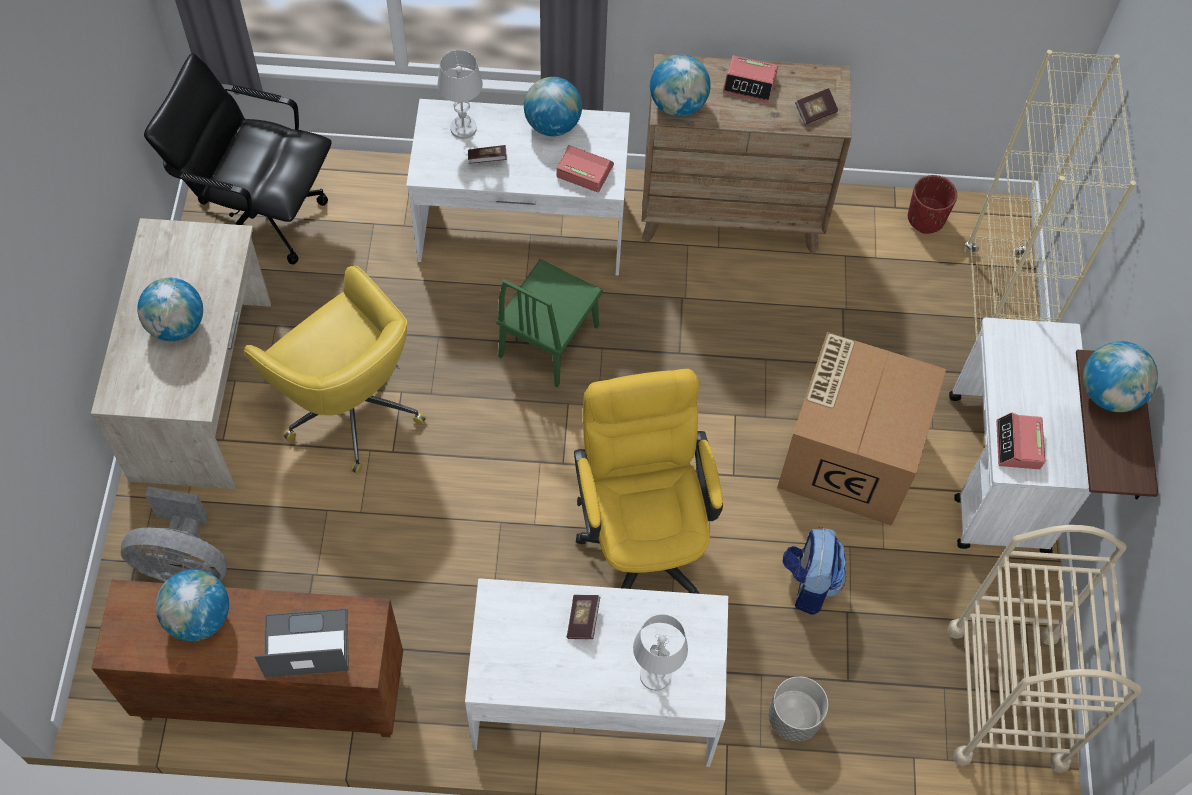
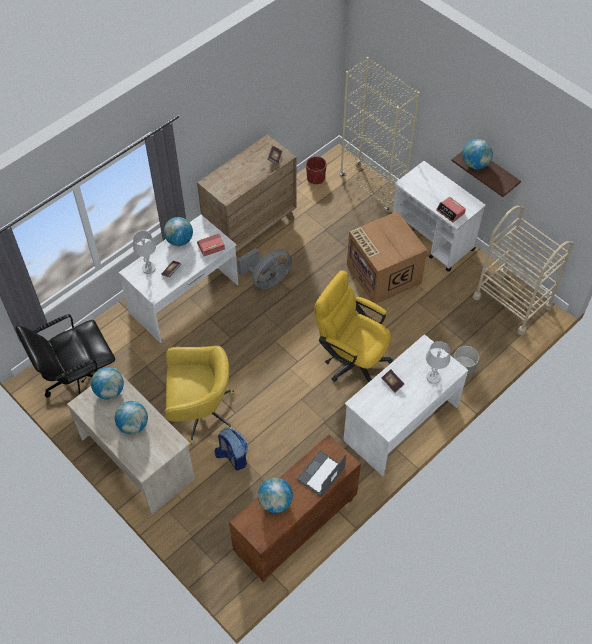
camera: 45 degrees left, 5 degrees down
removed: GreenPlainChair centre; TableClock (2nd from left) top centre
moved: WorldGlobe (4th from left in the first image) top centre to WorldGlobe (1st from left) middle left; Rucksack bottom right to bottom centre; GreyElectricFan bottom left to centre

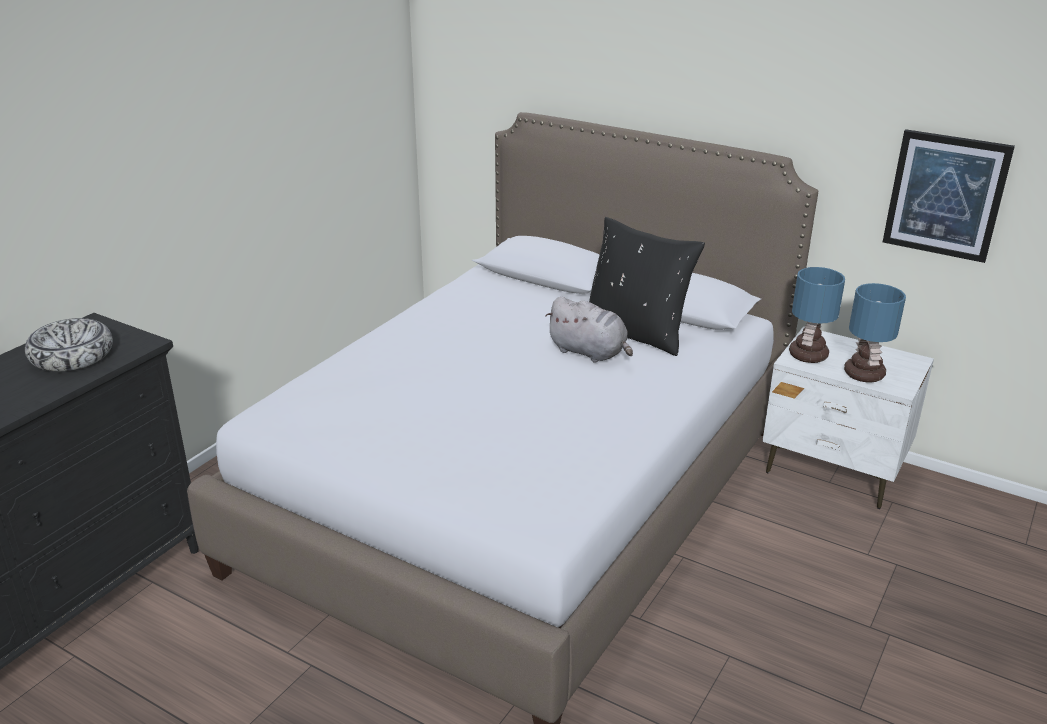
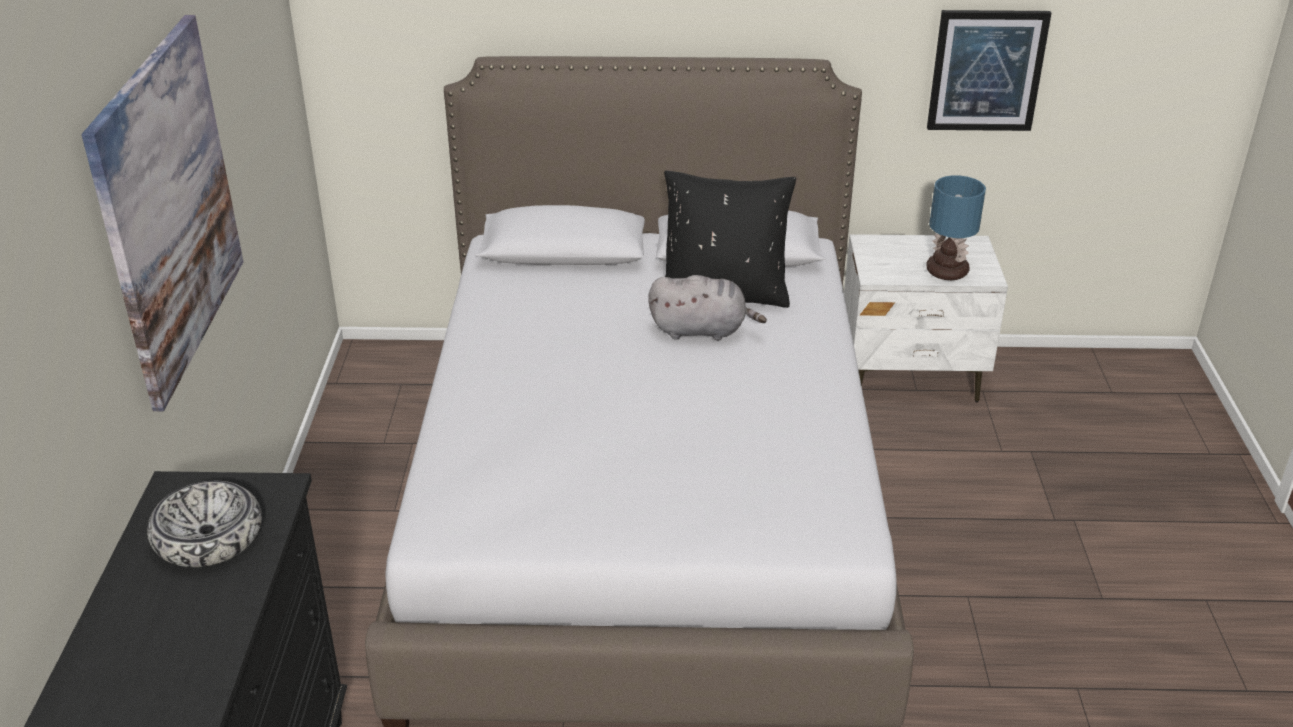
camera: 30 degrees left, 5 degrees up
removed: TabletopLamp (1st from left) middle right
added: Picture (1st from left) top left

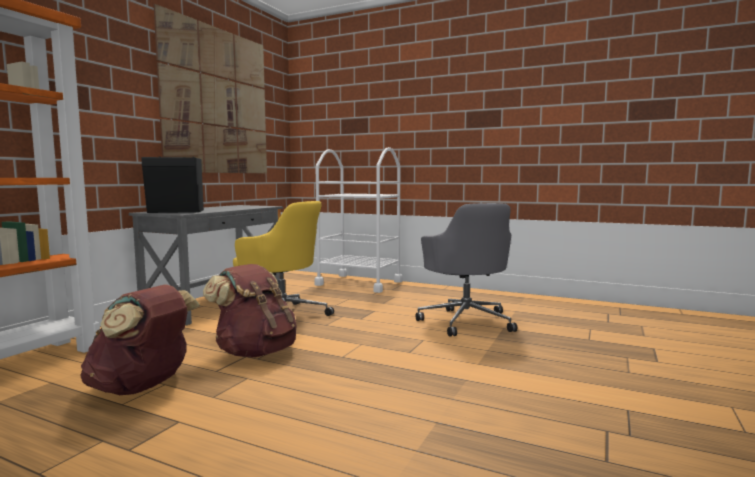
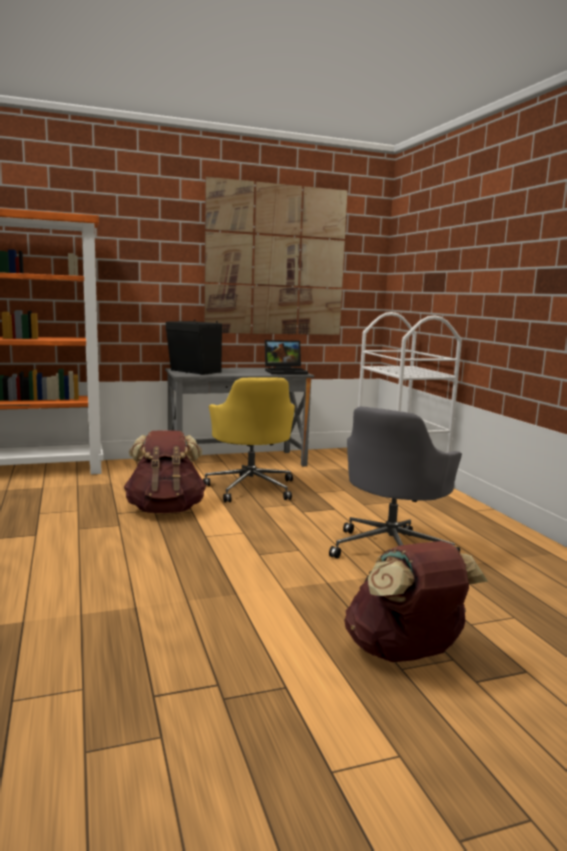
camera: 45 degrees right, 5 degrees up
added: Laptop centre
moved: BrownColouredRucksack (1st from left in the first image) bottom left to BrownColouredRucksack (2nd from left) bottom right

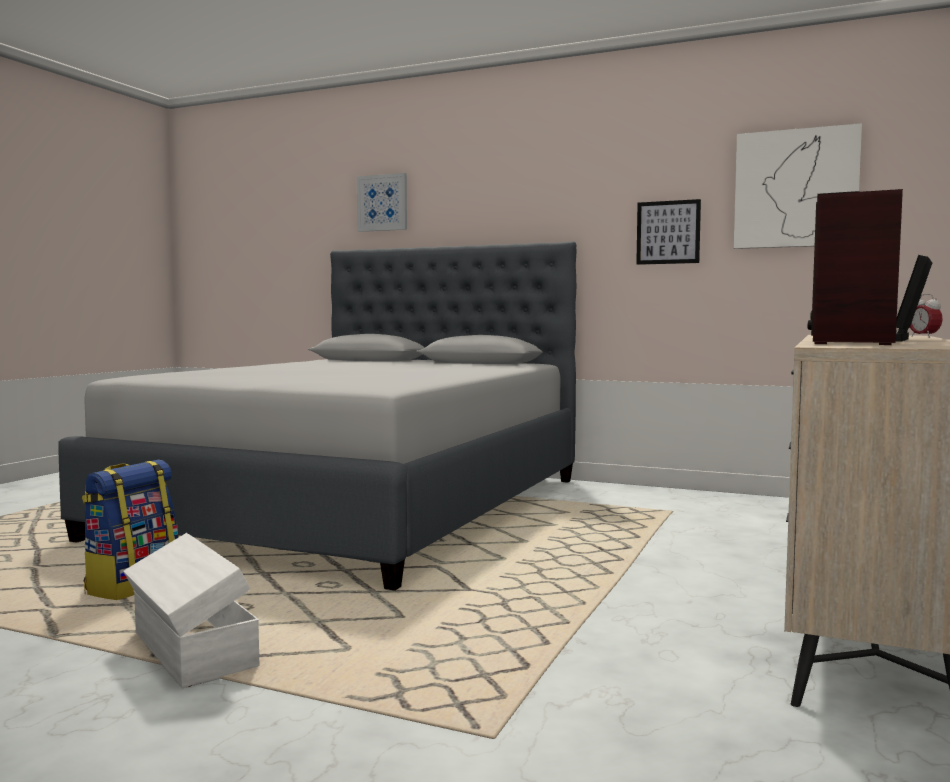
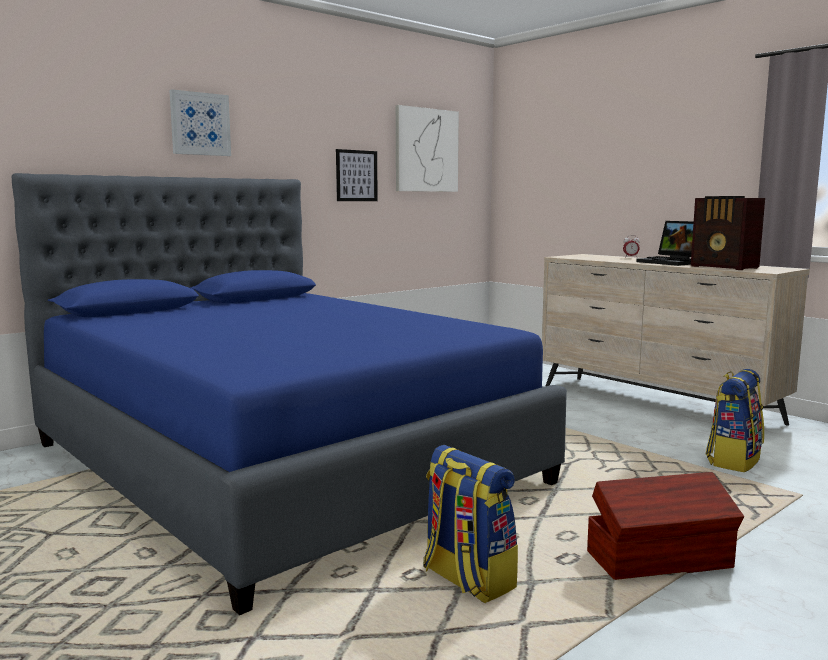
camera: 65 degrees left, 5 degrees up
added: Rucksack (2nd from left) middle right
moved: Picture (1st from left) top centre to top left
recoloured: GreyBedroomBed centre to BluishBedroomBed centre; WhitishStorageContainer bottom left to BrownColouredStorageContainer bottom right

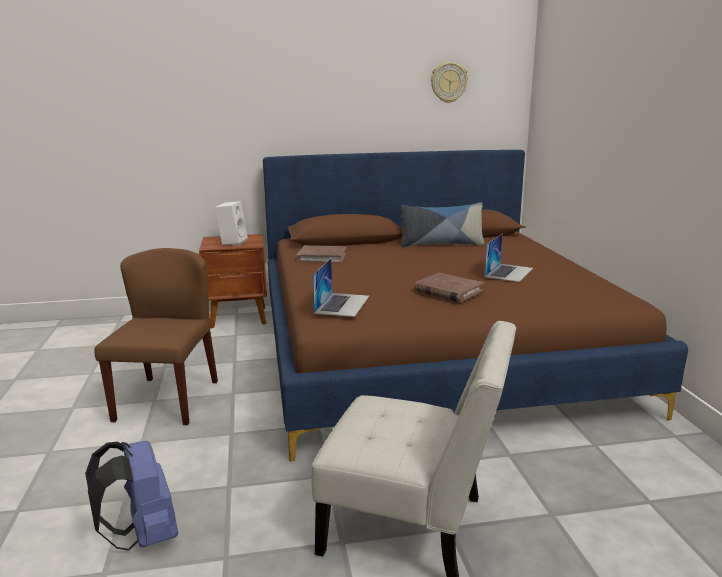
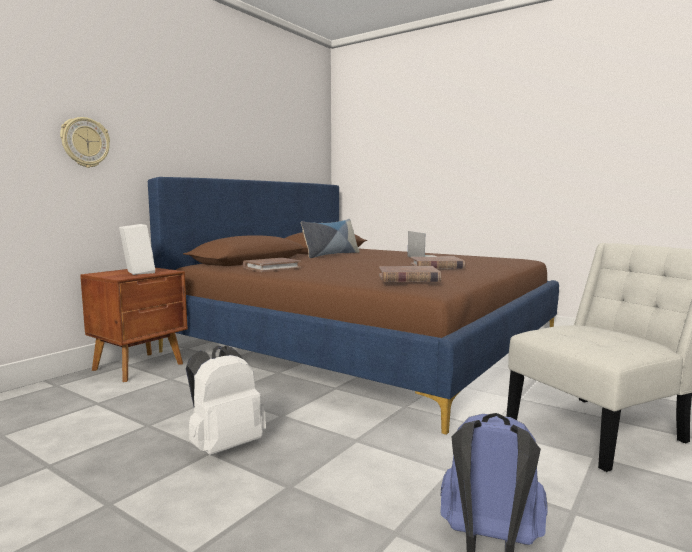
camera: 45 degrees left, 10 degrees down
moved: WallClock top centre to top left
replaced: BrownColouredPlainChair middle left to WhitishRucksack bottom left; Laptop (1st from left) centre to BrownColouredBook (2nd from left) centre

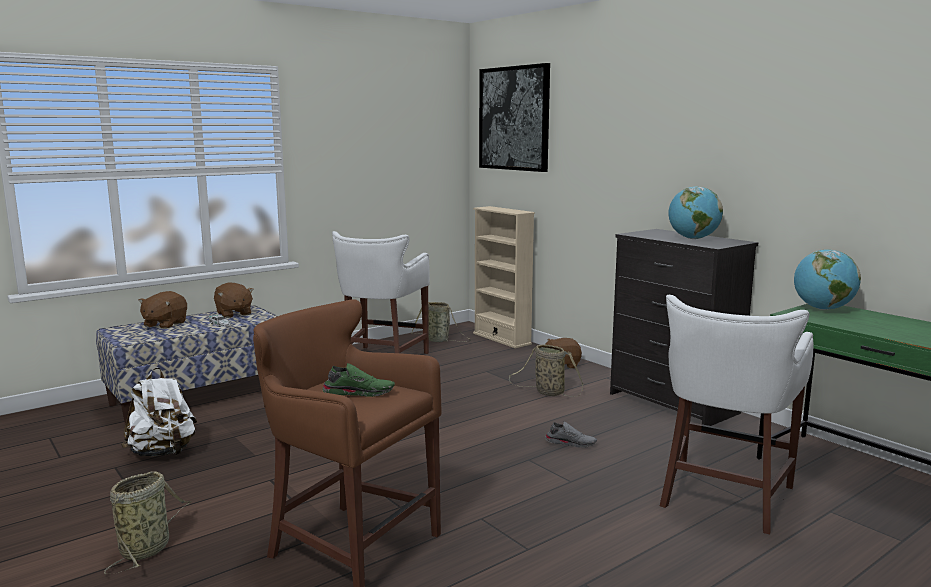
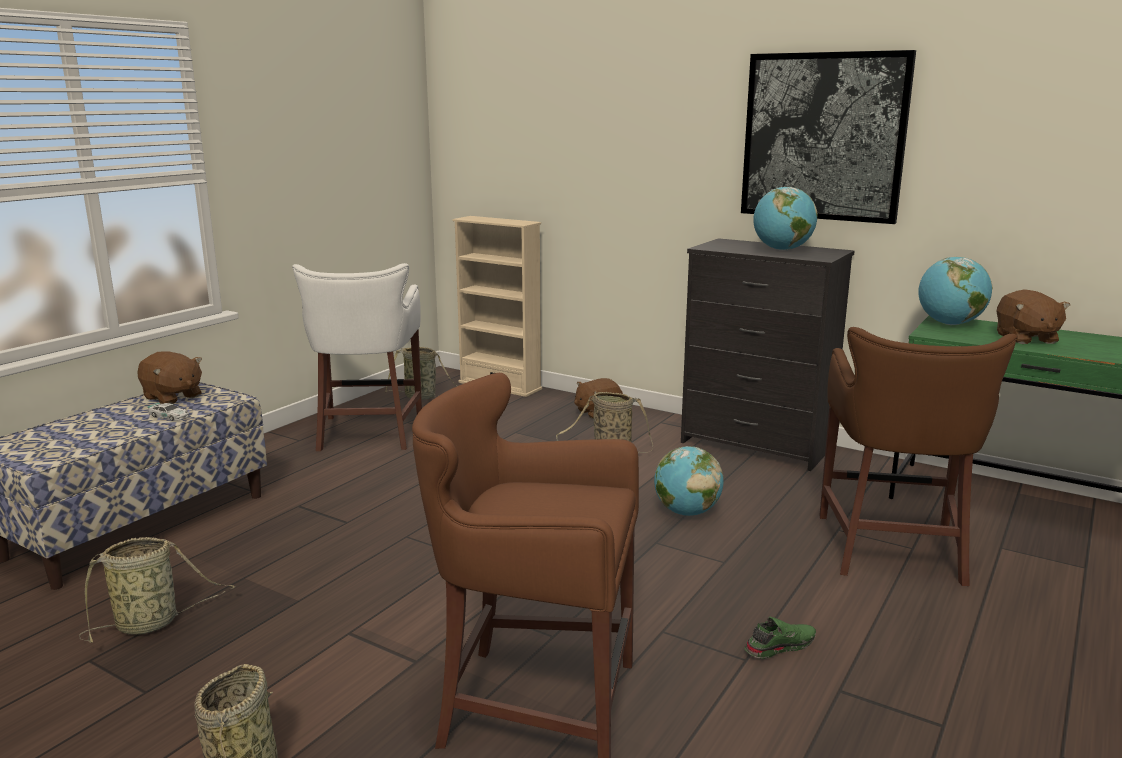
camera: 20 degrees left, 5 degrees up
moved: Picture top centre to top right; GreenItemOfFootwear centre to bottom right; BrownColouredCuddlyToy (1st from left in the first image) middle left to BrownColouredCuddlyToy (3rd from left) middle right
replaced: WhitishRucksack bottom left to HouseholdBasket (1st from left) bottom left; GreyItemOfFootwear bottom centre to WorldGlobe (1st from left) centre
recoloured: WhitishStoolSeat (2nd from left) bottom right to BrownColouredStoolSeat (2nd from left) middle right

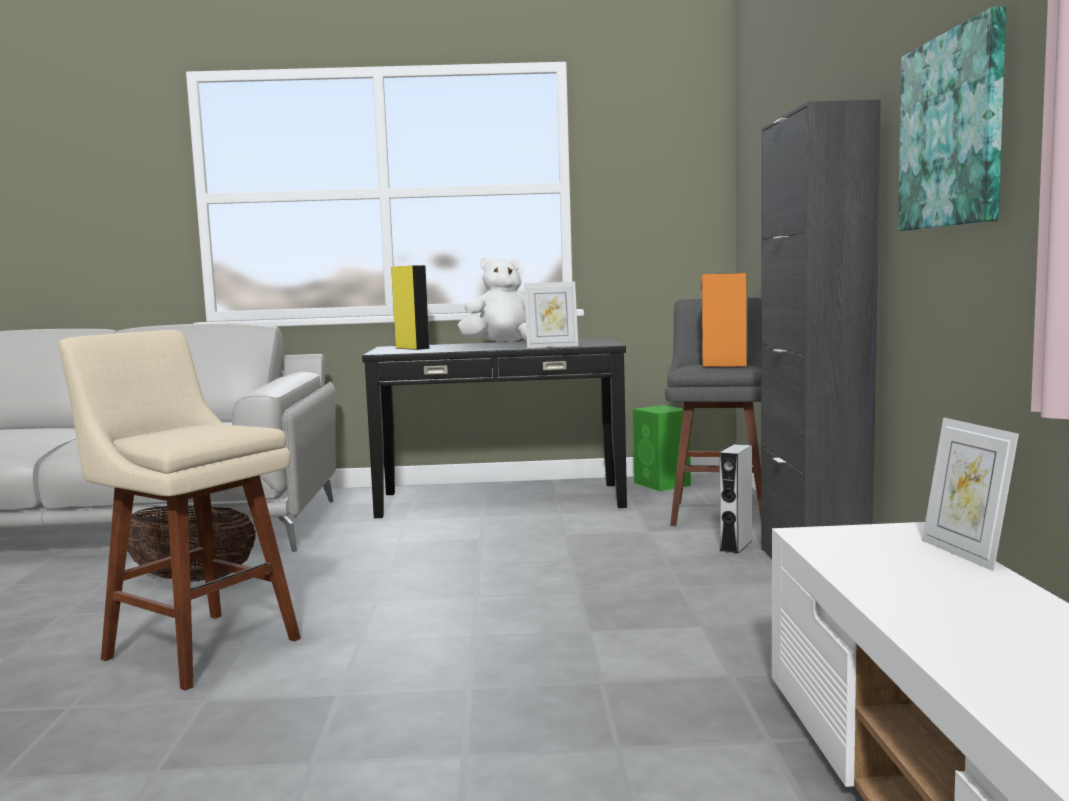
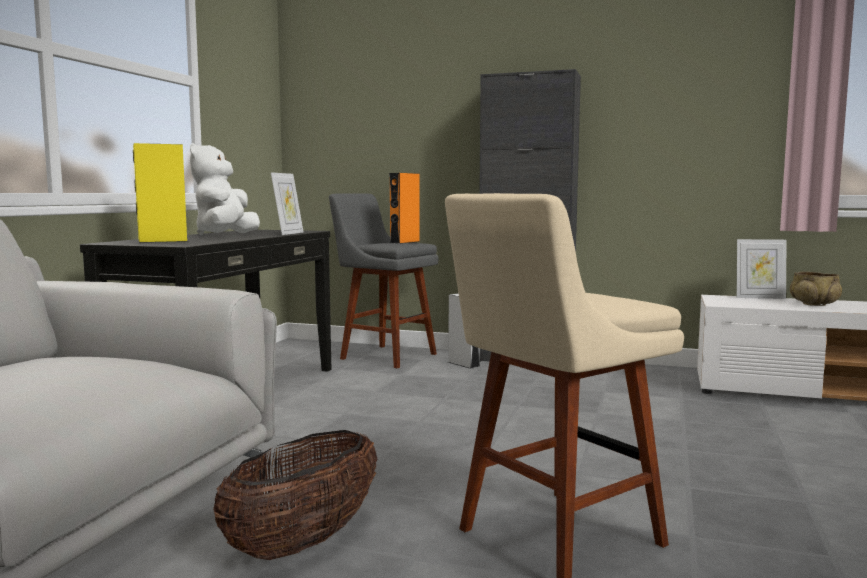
camera: 70 degrees left, 0 degrees up
removed: GreenAudioSpeaker centre; Picture top right
added: BeigeColouredBowl middle right

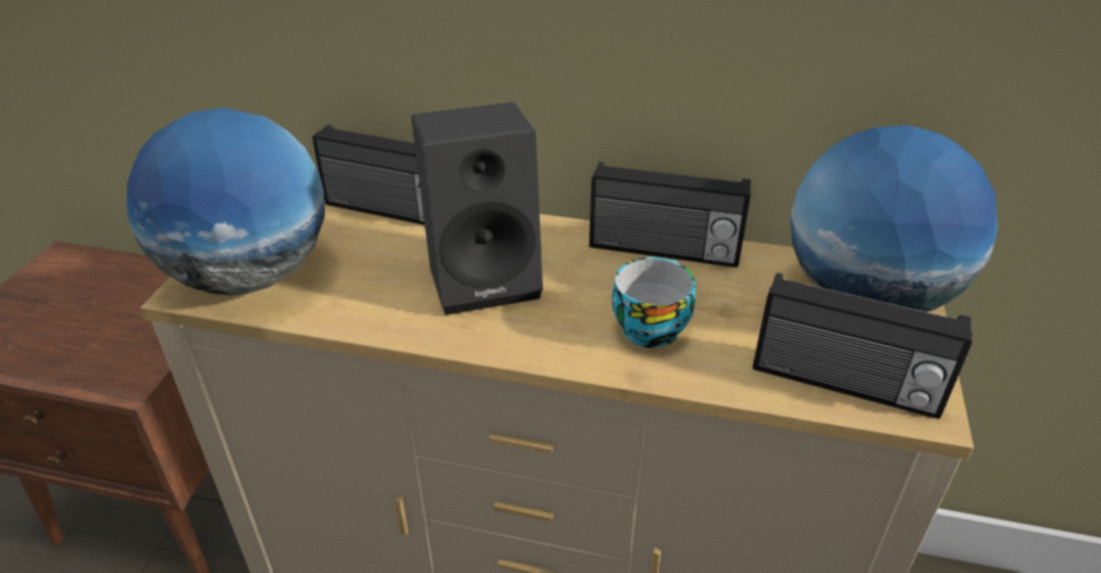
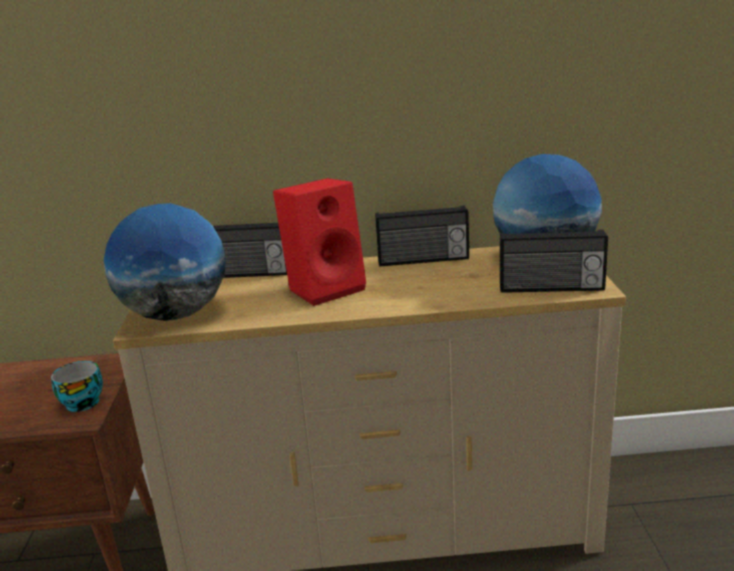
camera: 15 degrees left, 15 degrees down
moved: DrinkingCup centre to bottom left
recoloured: BlackColouredAudioSpeaker centre to ReddishAudioSpeaker centre

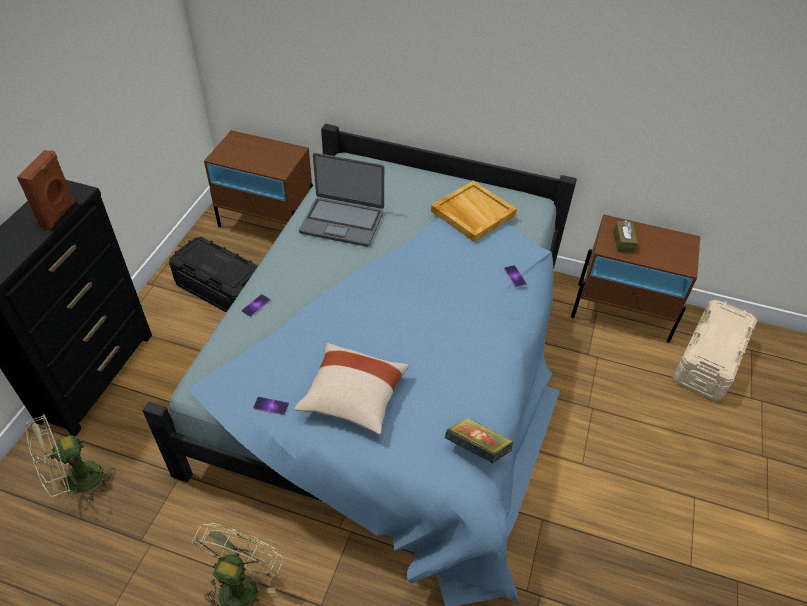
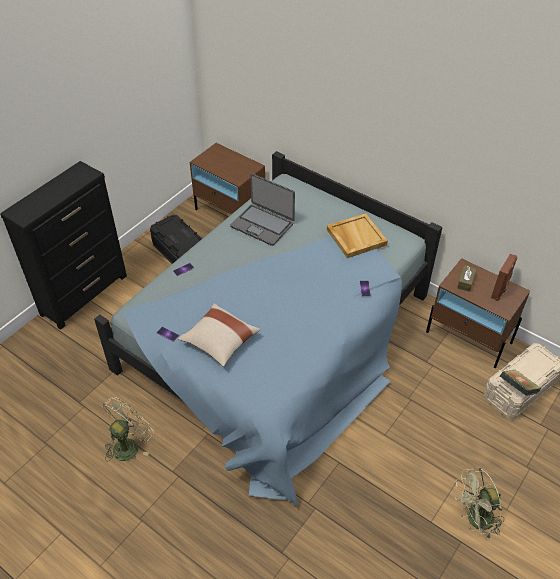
camera: 20 degrees right, 0 degrees up
moved: GreenElectricFan (1st from left in the first image) bottom left to GreenElectricFan (2nd from left) bottom right; BrownColouredAudioSpeaker top left to middle right; Book bottom centre to middle right

